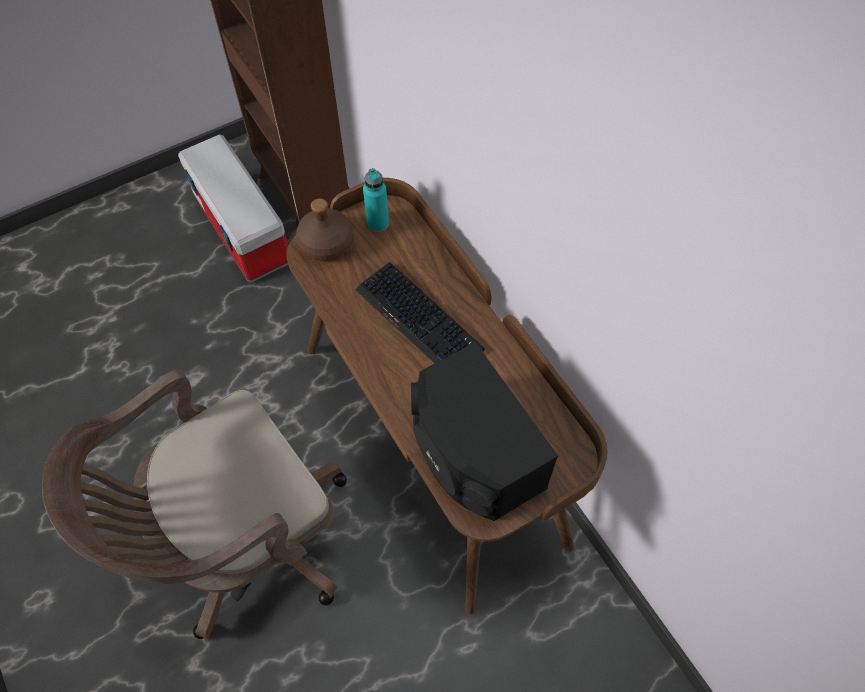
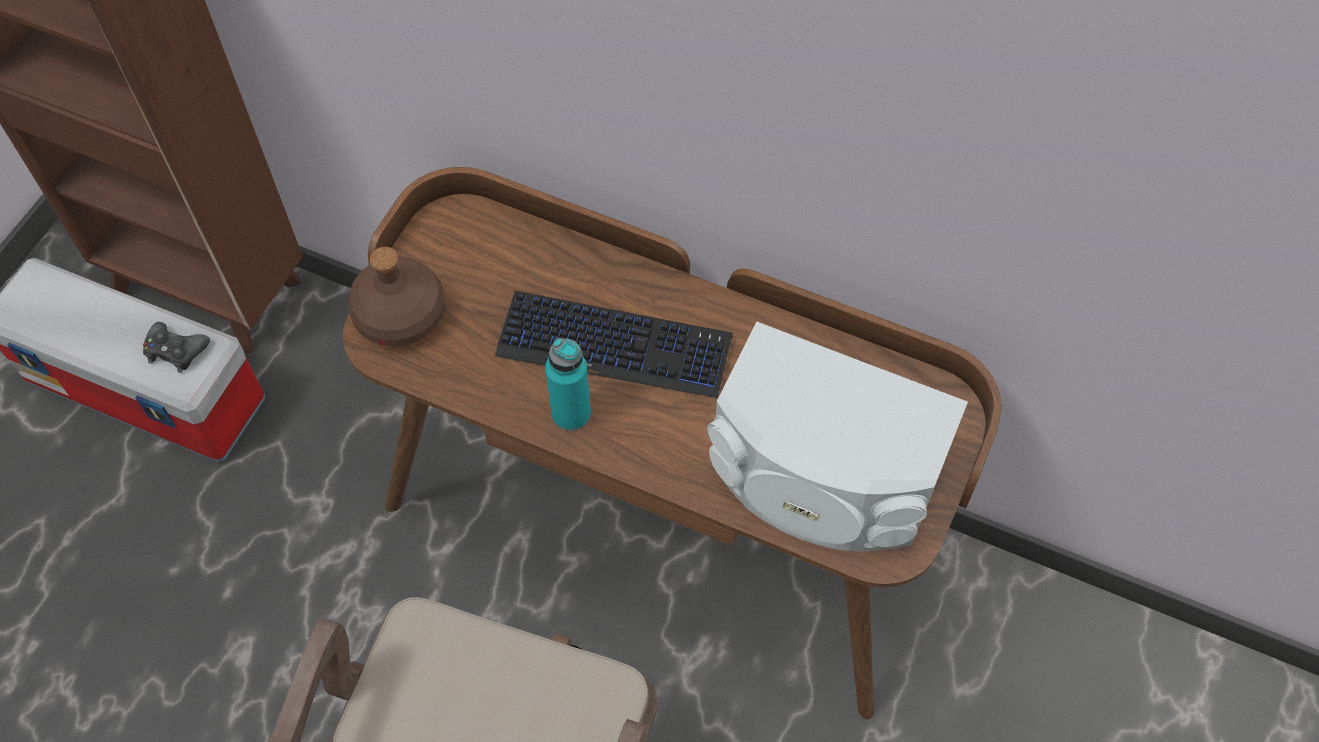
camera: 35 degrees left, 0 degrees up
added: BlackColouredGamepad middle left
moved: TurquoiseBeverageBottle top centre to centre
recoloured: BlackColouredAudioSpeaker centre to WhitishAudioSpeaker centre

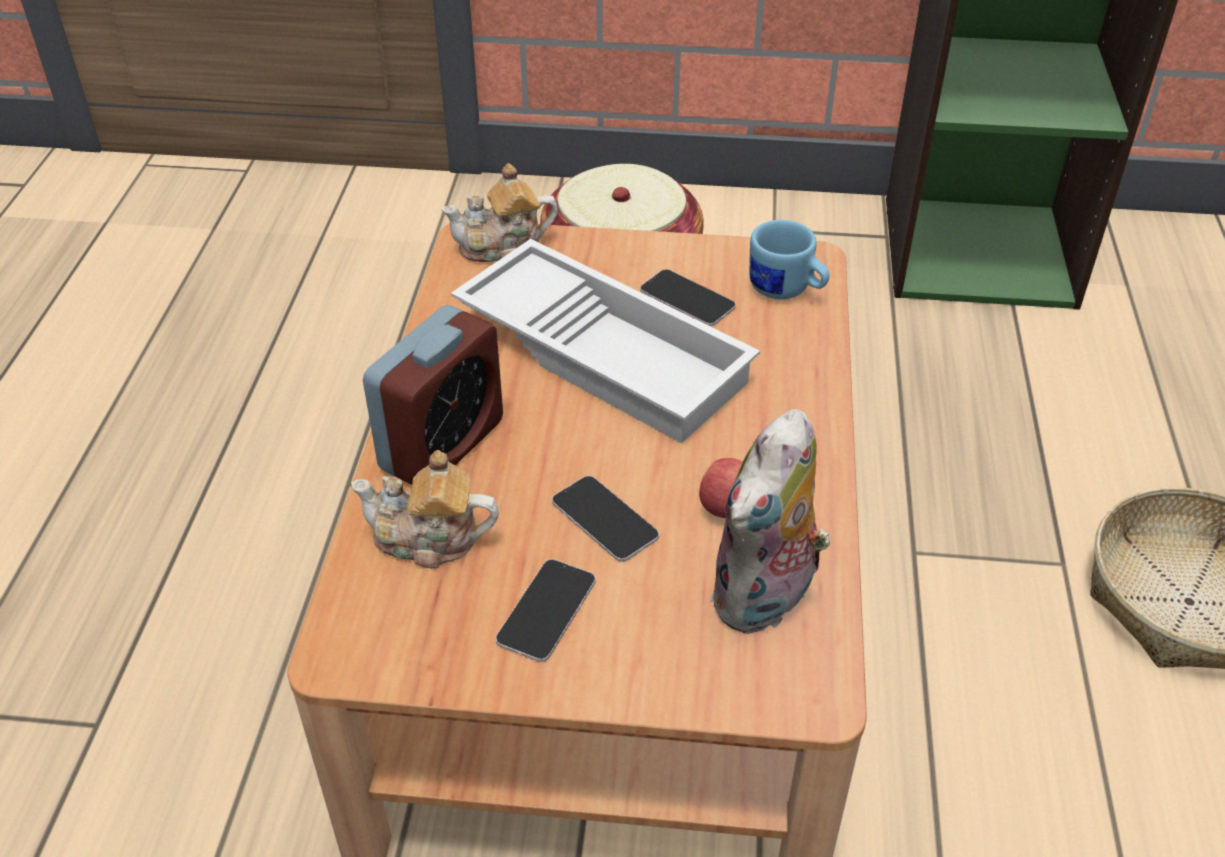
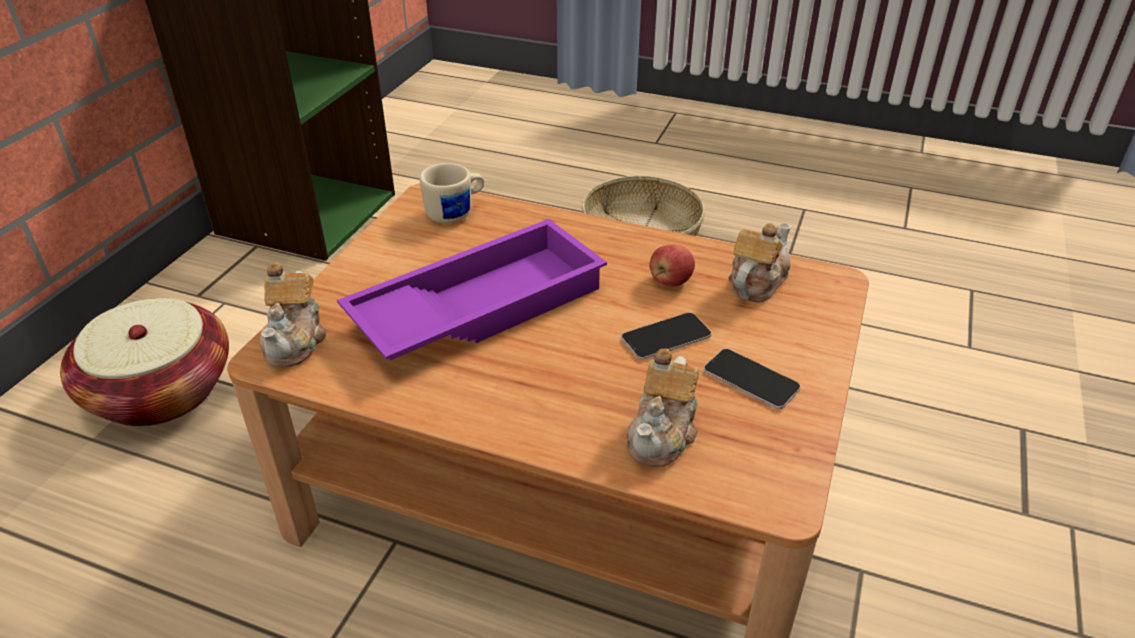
camera: 75 degrees left, 5 degrees down
removed: TableClock centre; Phone (3rd from left) centre
replaced: CuddlyToy centre to TeaPot (3rd from left) middle right
recoloured: WhitishServingTray centre to PurpleServingTray centre; BluishCoffeeMug top centre to BeigeColouredCoffeeMug top centre

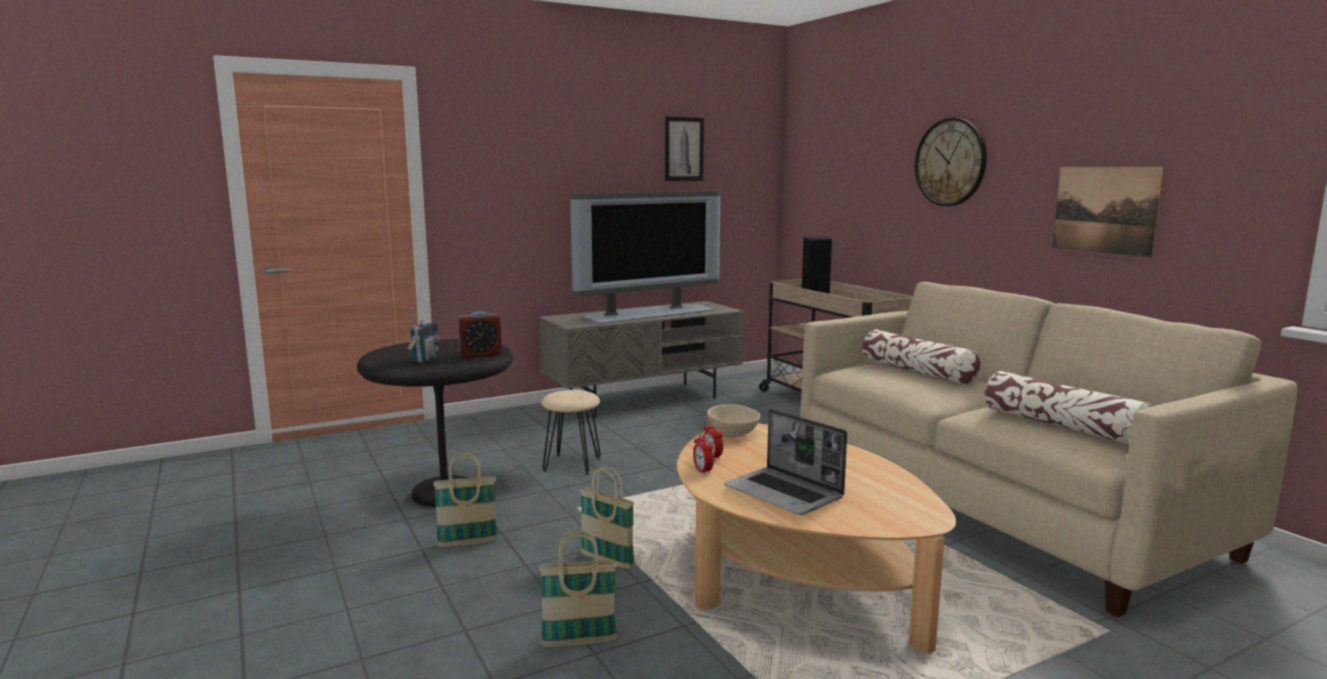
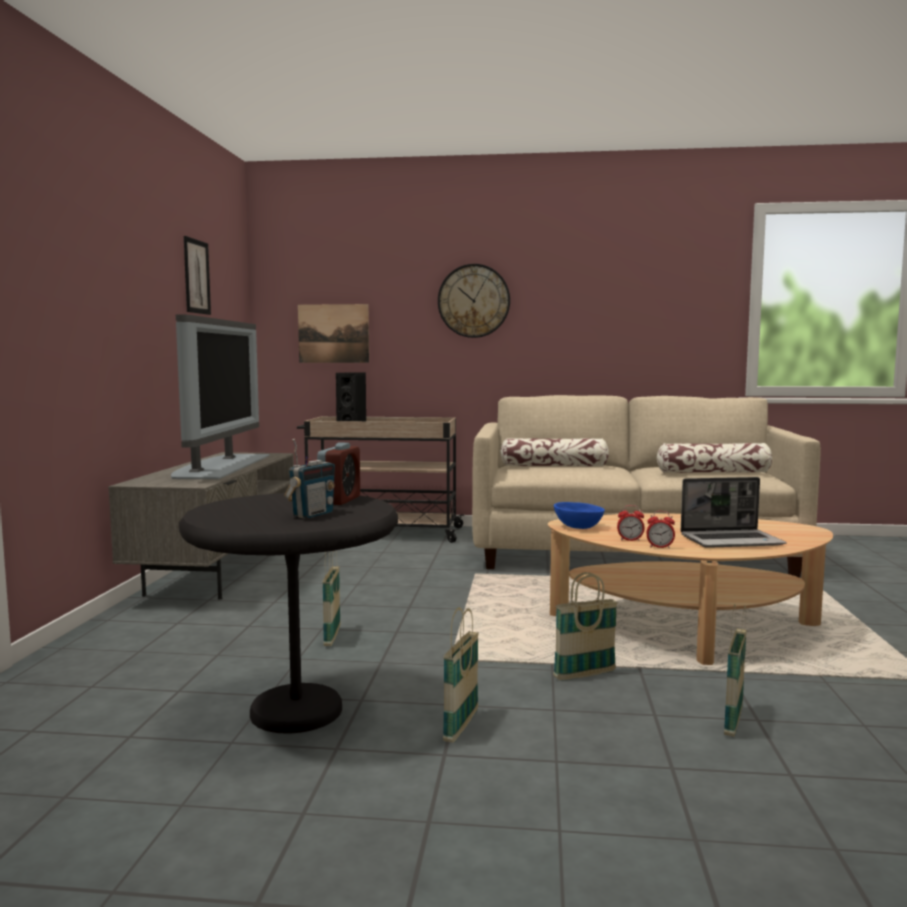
camera: 55 degrees left, 5 degrees down
moved: Picture (2nd from left) top right to centre
replaced: BeigeColouredStoolSeat centre to HouseholdBasket (1st from left) centre
recoloured: BeigeColouredBowl centre to BluishBowl centre
turned: Radio middle left = centre 75 degrees clockwise

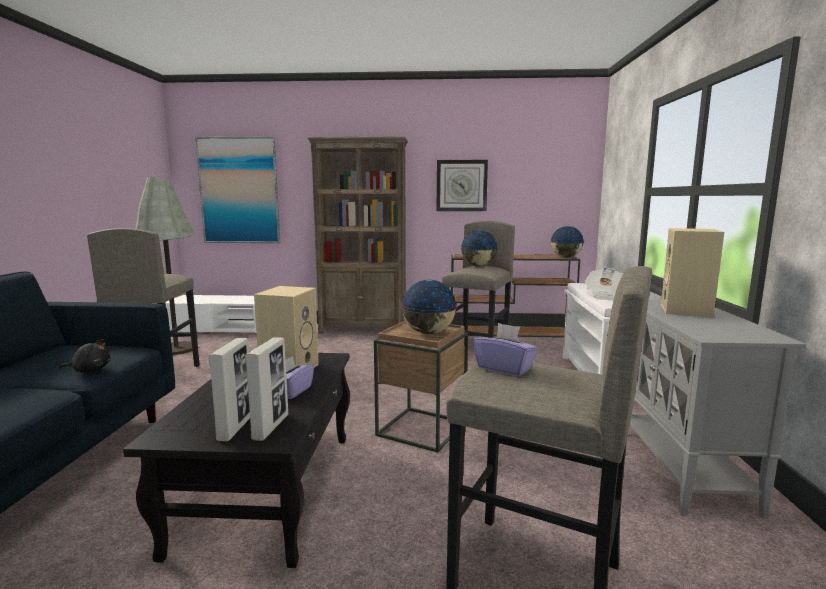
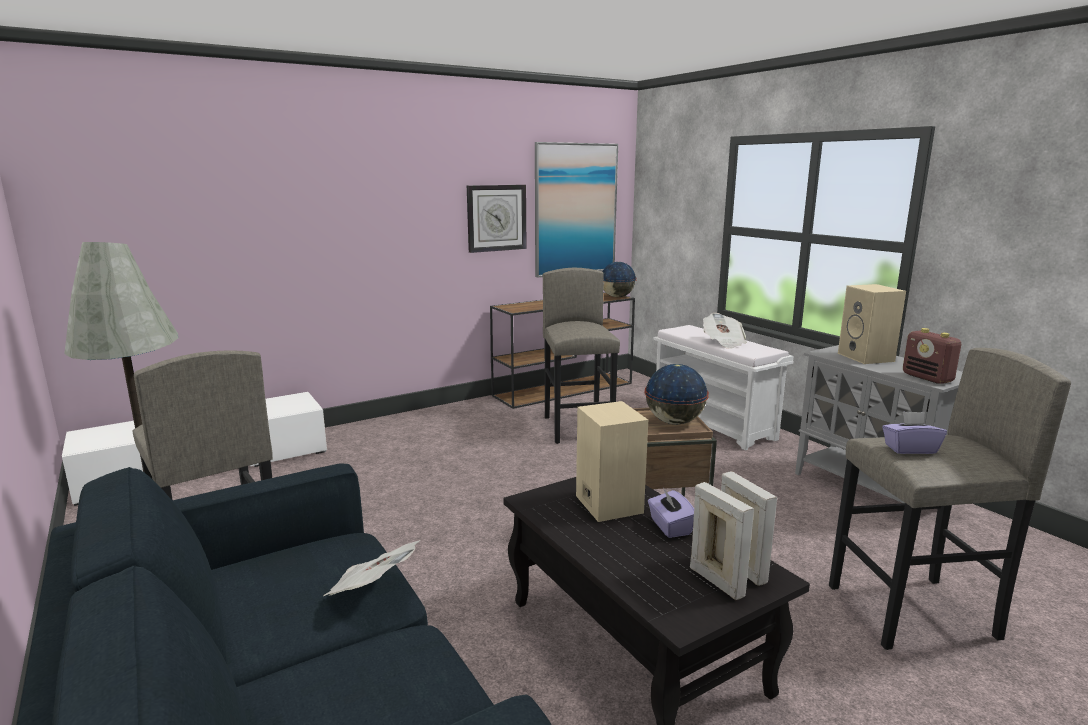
camera: 35 degrees left, 5 degrees up
removed: BrownColouredBookcase centre; WorldGlobe (2nd from left) centre
added: Radio middle right
moved: Picture top left to top centre
replaced: BlackColouredCuddlyToy middle left to Newspaper (1st from left) bottom centre

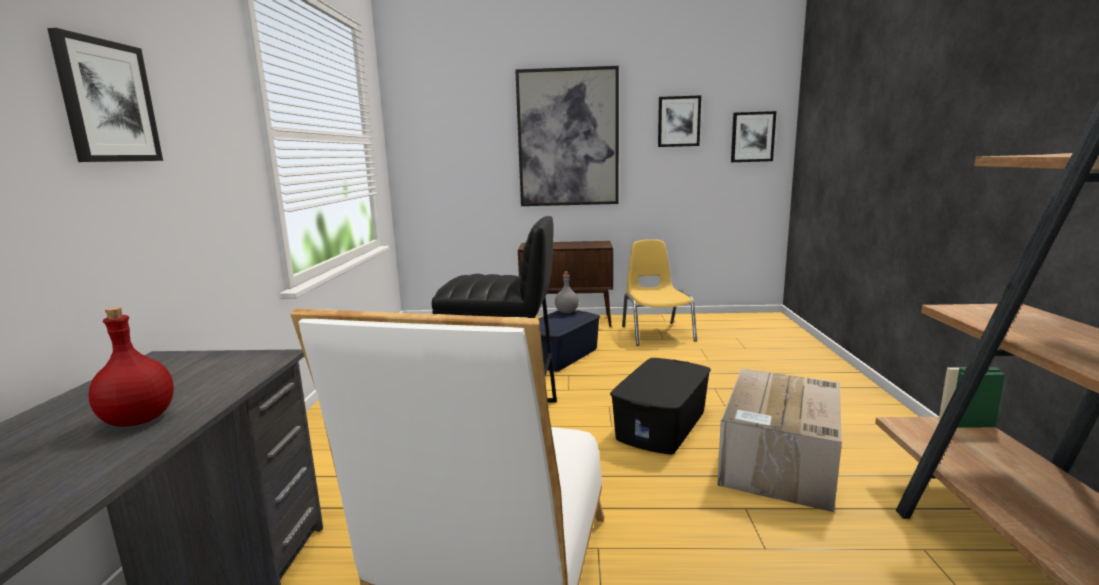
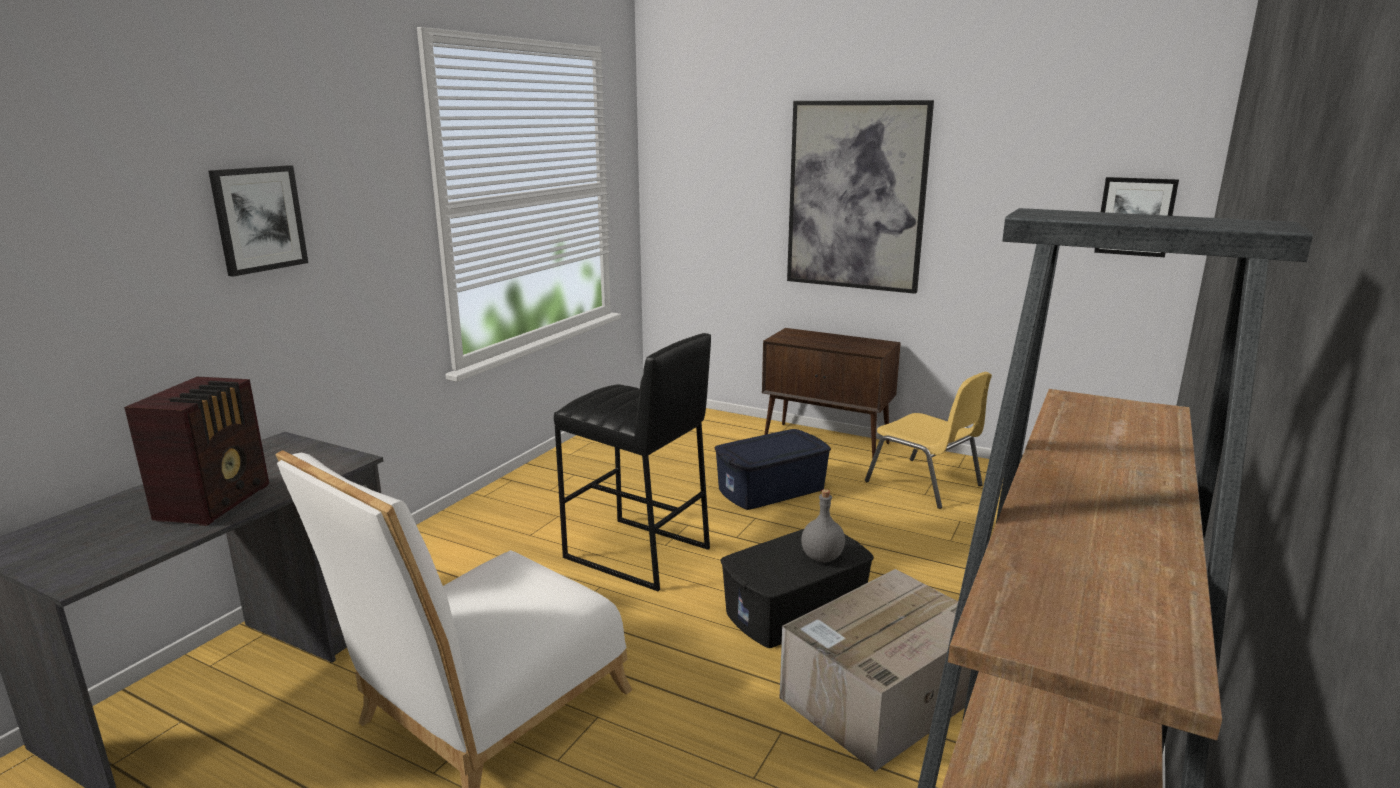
camera: 25 degrees right, 5 degrees up
removed: Picture (3rd from left) top centre
moved: GreyBeverageBottle centre to bottom centre
replaced: ReddishBeverageBottle middle left to Radio middle left
turned: YellowishPlainChair centre = centre 120 degrees clockwise

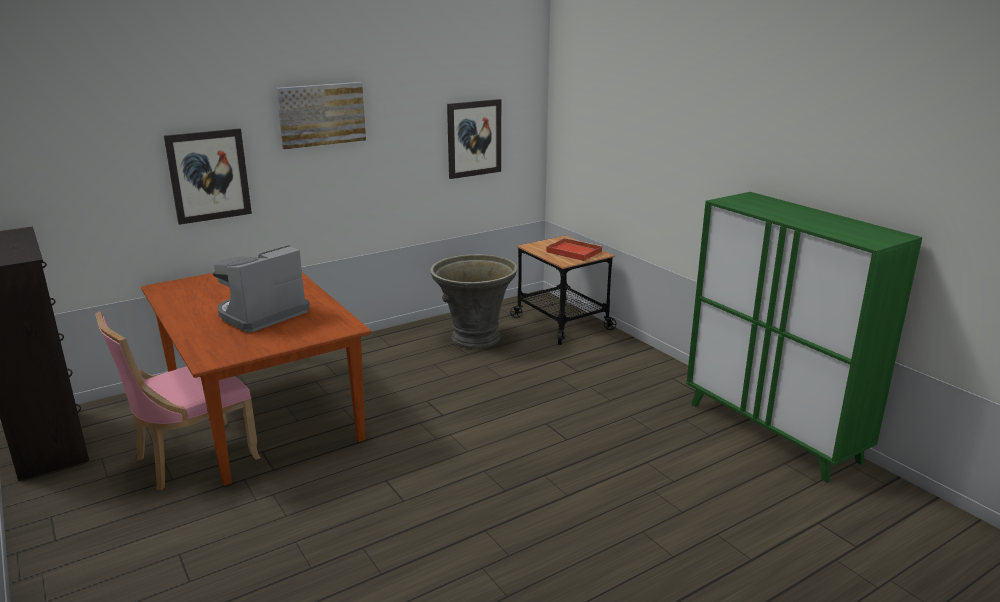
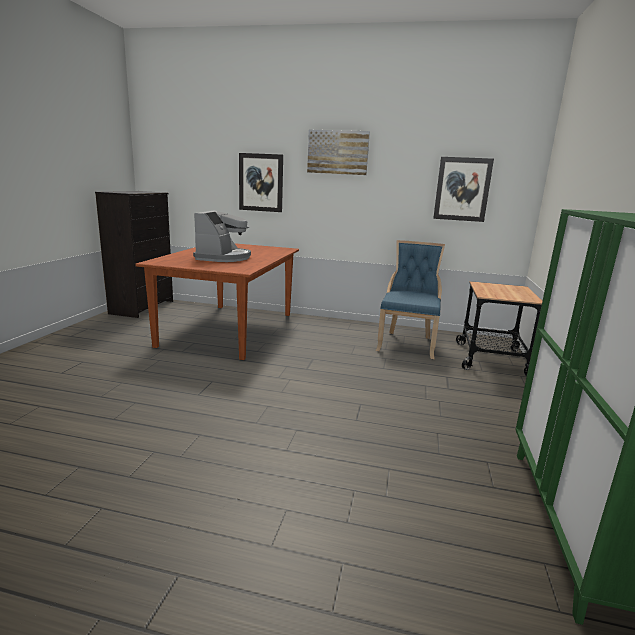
camera: 45 degrees right, 5 degrees down
removed: PinkPlainChair middle left; ReddishServingTray centre
replaced: GreyFlowerPot centre to BluishPlainChair centre
turned: CoffeeMaker middle left = centre 105 degrees clockwise

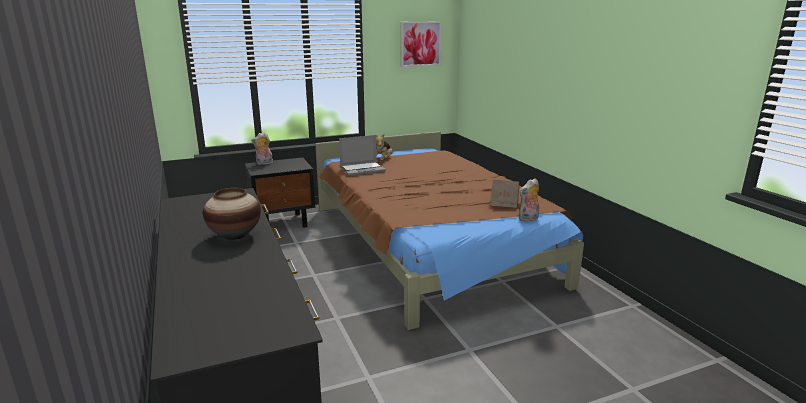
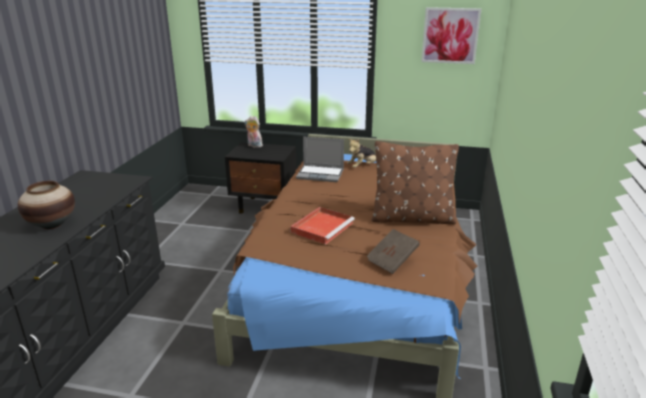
camera: 35 degrees right, 5 degrees up
removed: CuddlyToy (3rd from left) centre
added: ReddishServingTray centre; BrownColouredPillow centre

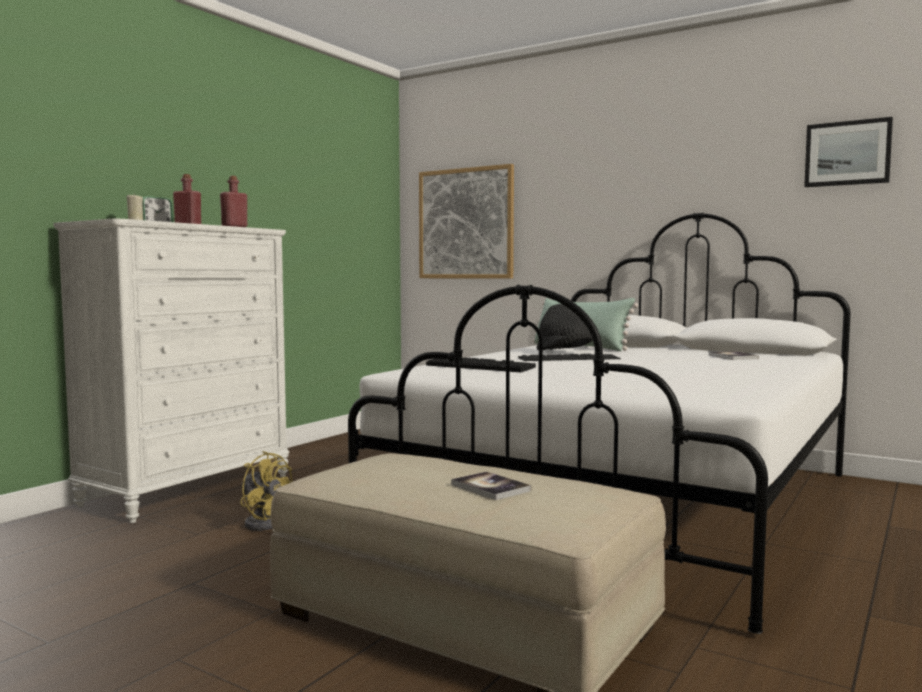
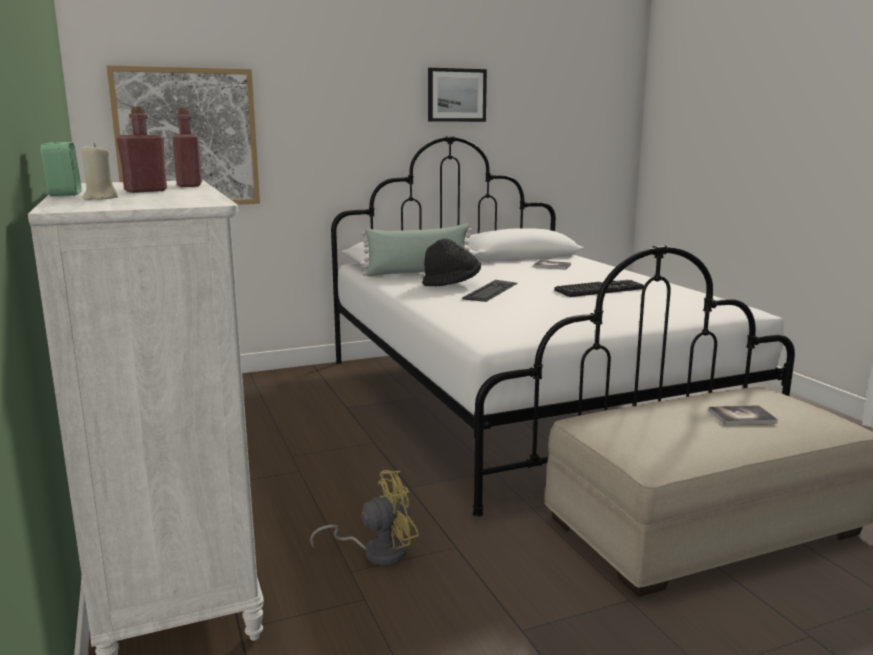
camera: 55 degrees left, 10 degrees up
moved: Picture (2nd from left) top right to top centre; PcKeyboard (1st from left in the first image) centre to PcKeyboard (2nd from left) middle right

